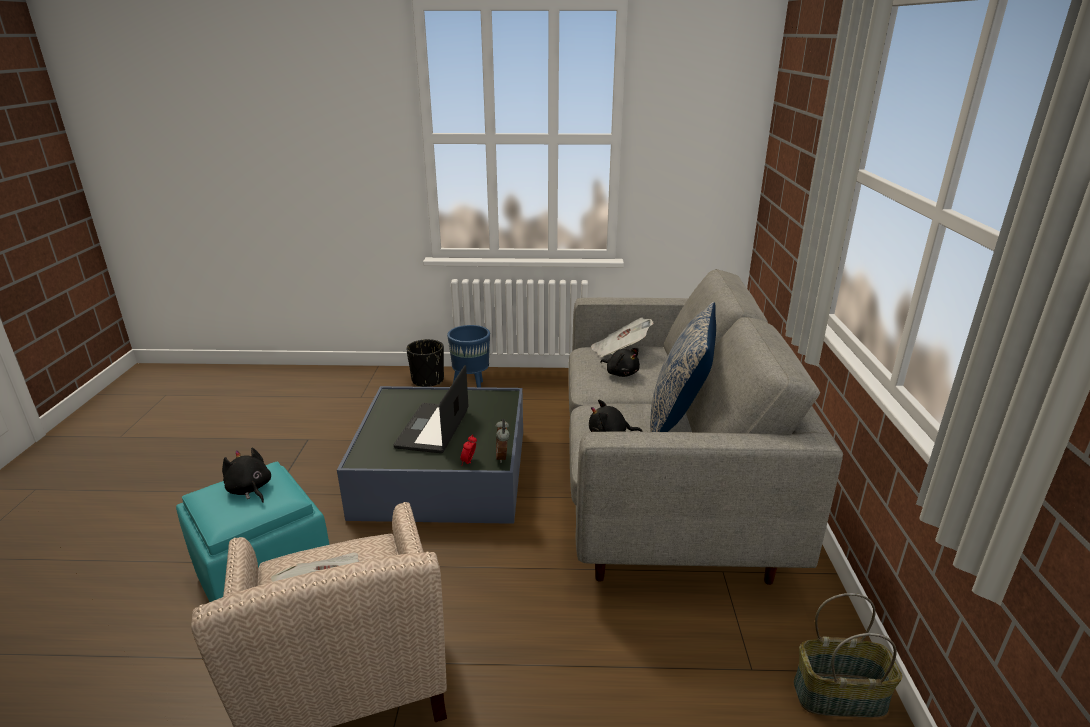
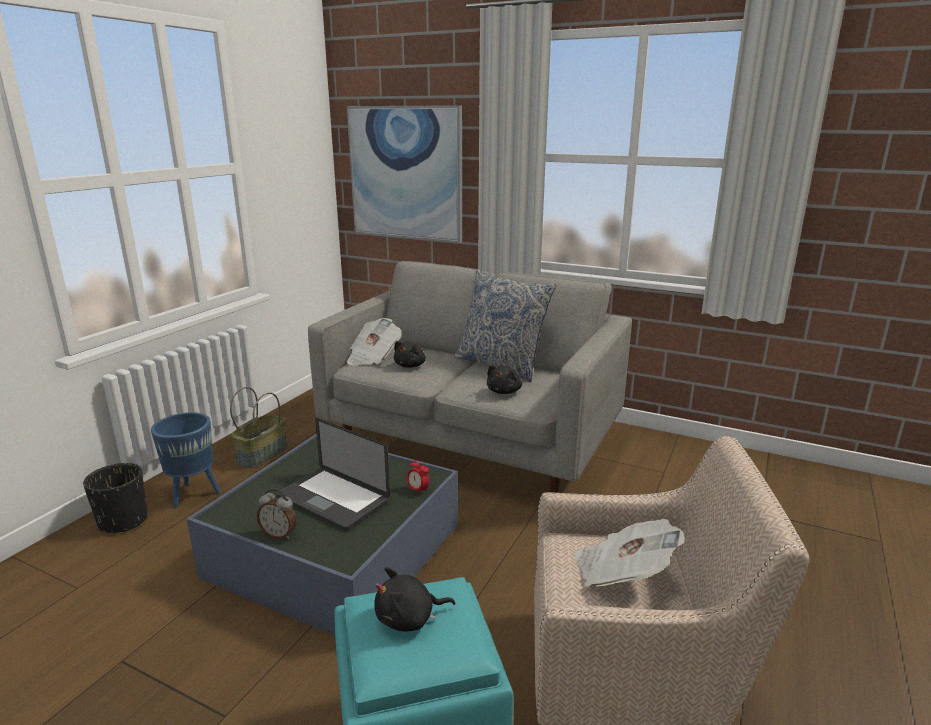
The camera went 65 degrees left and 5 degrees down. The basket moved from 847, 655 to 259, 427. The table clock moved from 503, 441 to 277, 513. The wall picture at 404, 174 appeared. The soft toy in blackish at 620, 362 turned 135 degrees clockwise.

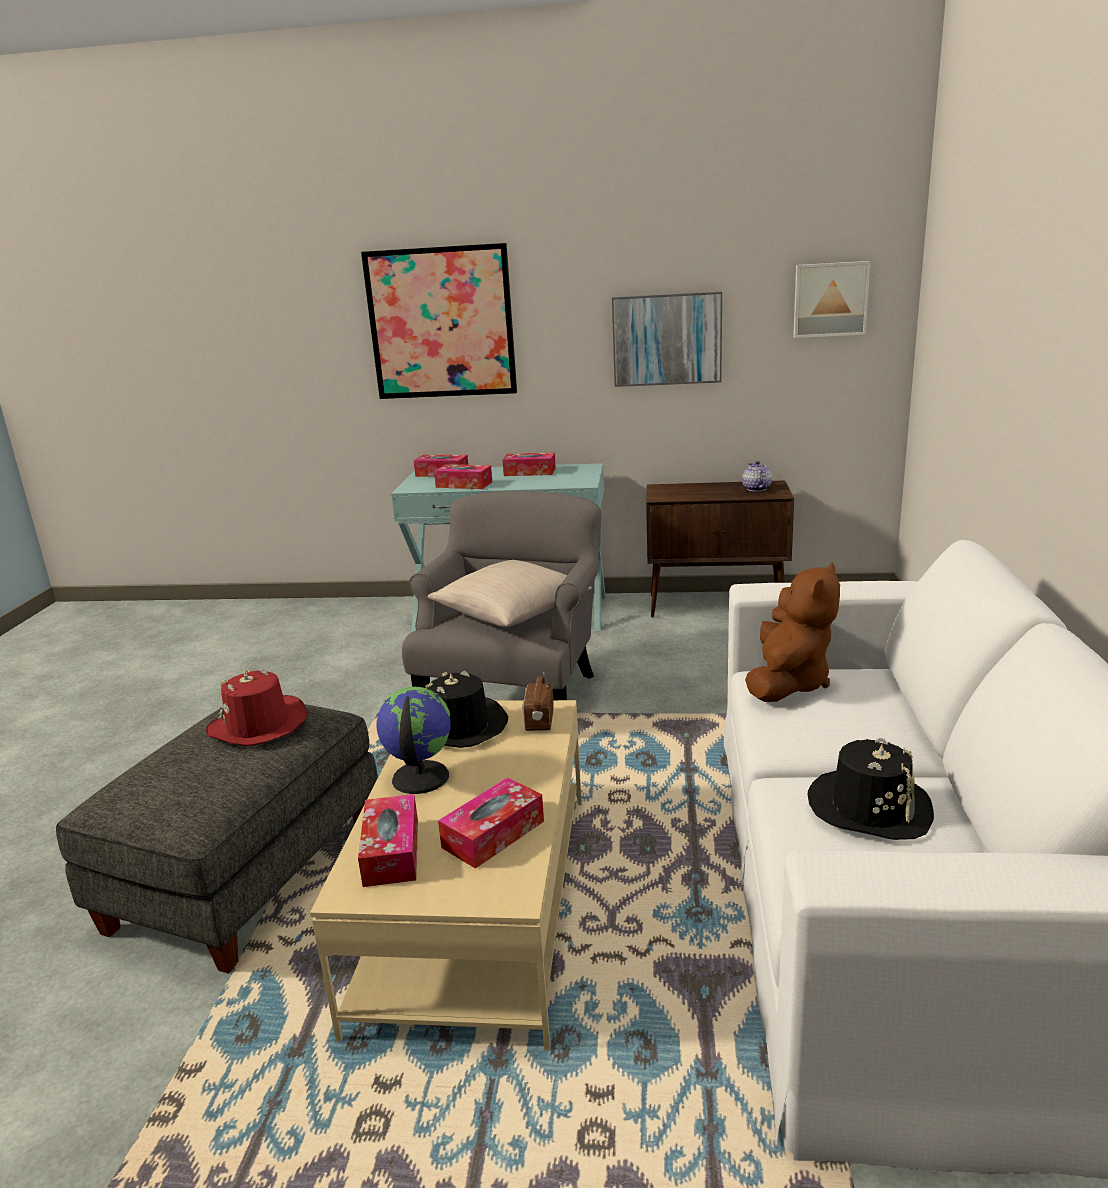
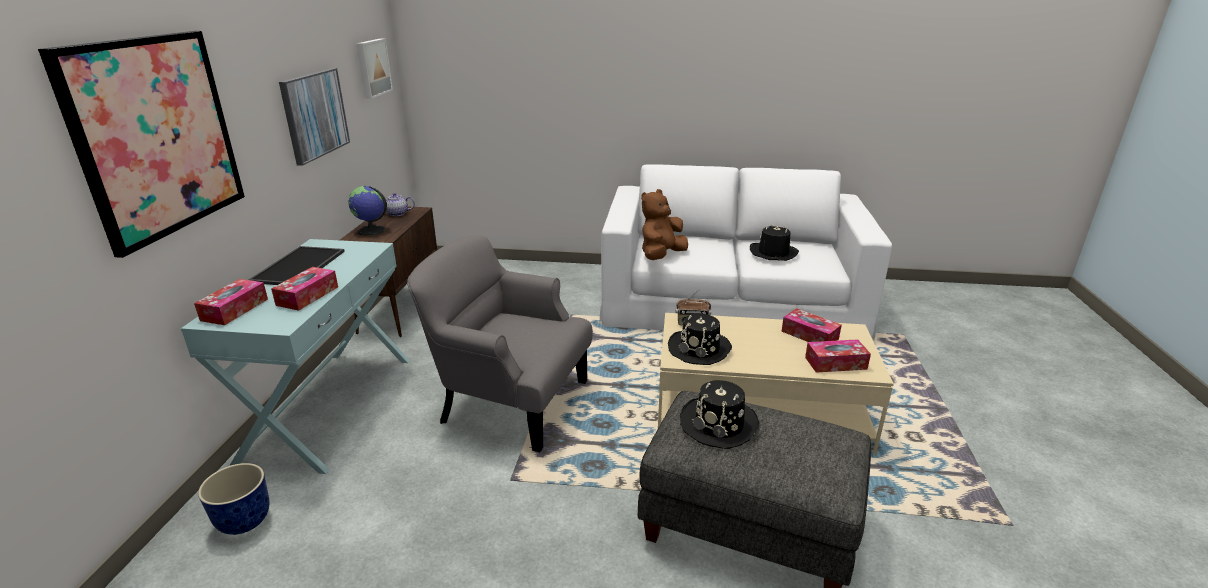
The camera went 90 degrees left and 5 degrees up. The planter at 233, 499 appeared. The tissue holder at 529, 464 was replaced by the tray at 297, 265. The world globe moved from 414, 740 to 367, 211. The soft toy in brown at 792, 632 turned 75 degrees counterclockwise. The hat in reddish at 256, 707 became the hat in blackish at 720, 414. The cushion in beige-coloured at 510, 593 disappeared.

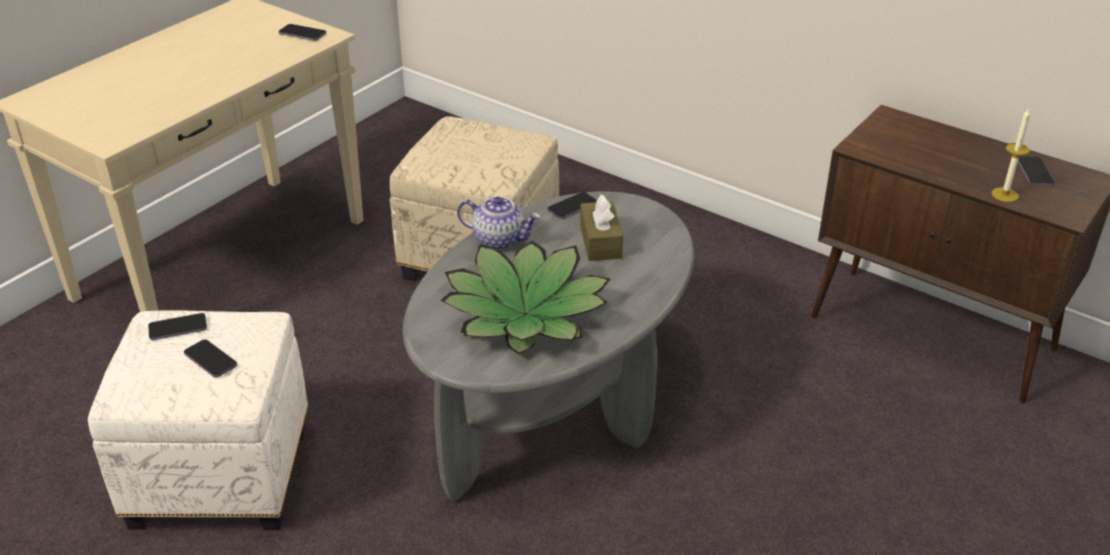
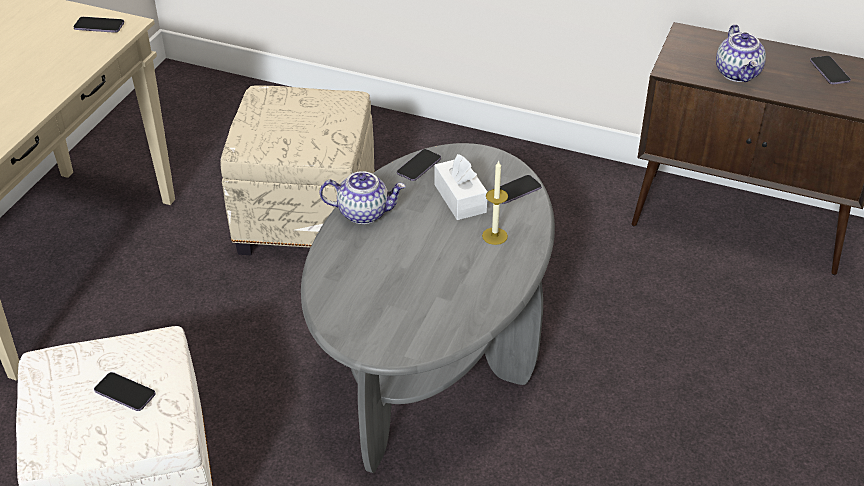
The camera went 15 degrees left and 5 degrees up. The tissue holder in brown at 601, 227 became the tissue holder in white at 461, 187. The wax light moved from 1011, 155 to 495, 203. The handset moved from 177, 326 to 520, 189. The teapot at 741, 53 appeared. The houseplant at 525, 297 disappeared.

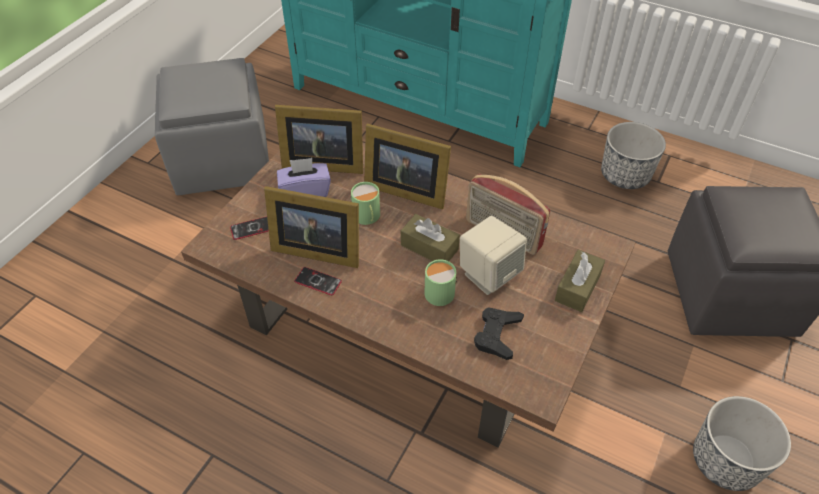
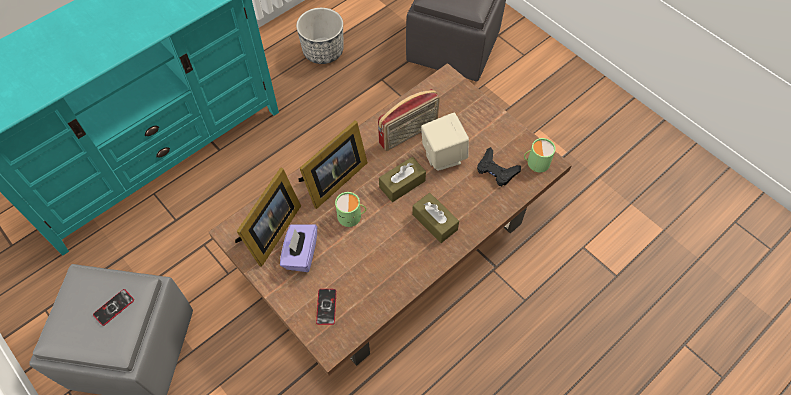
The camera went 70 degrees left and 10 degrees up. The handset moved from 318, 281 to 113, 307. The tissue holder in brown moved from 580, 281 to 435, 218. The mug in green-coloured moved from 440, 282 to 540, 155. The photo frame at 311, 227 disappeared. The planter at 742, 443 disappeared.

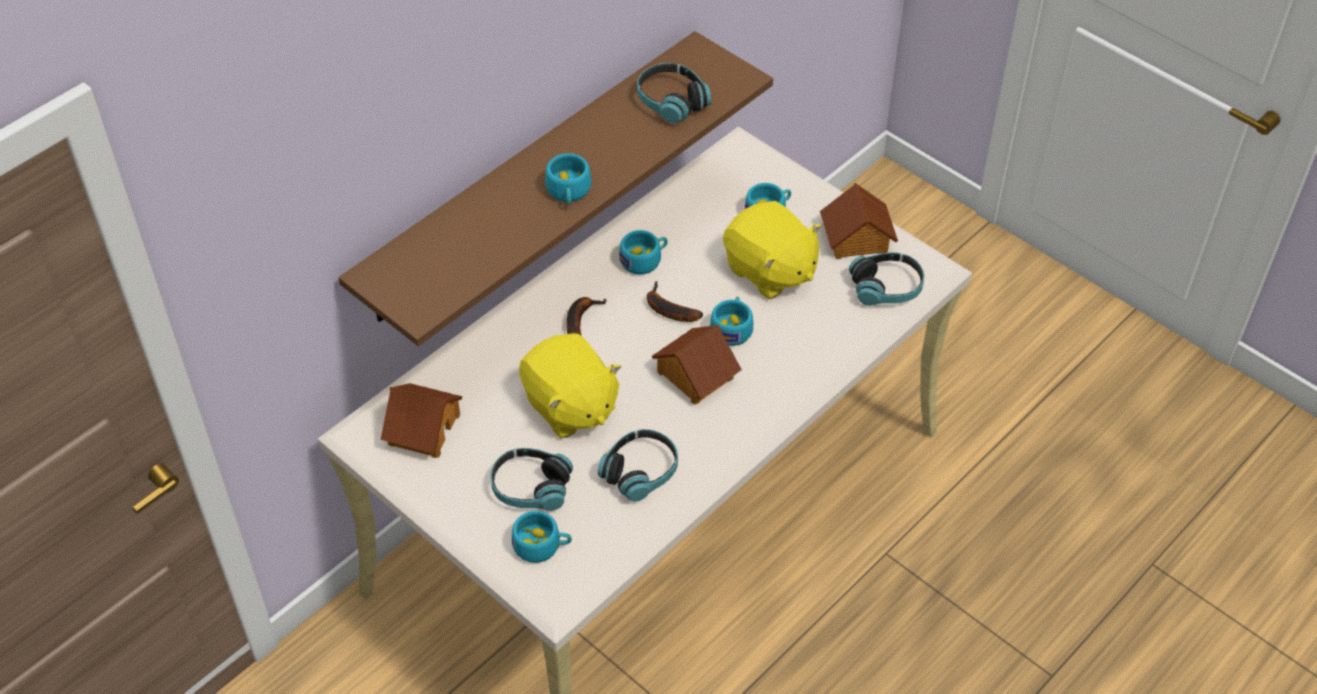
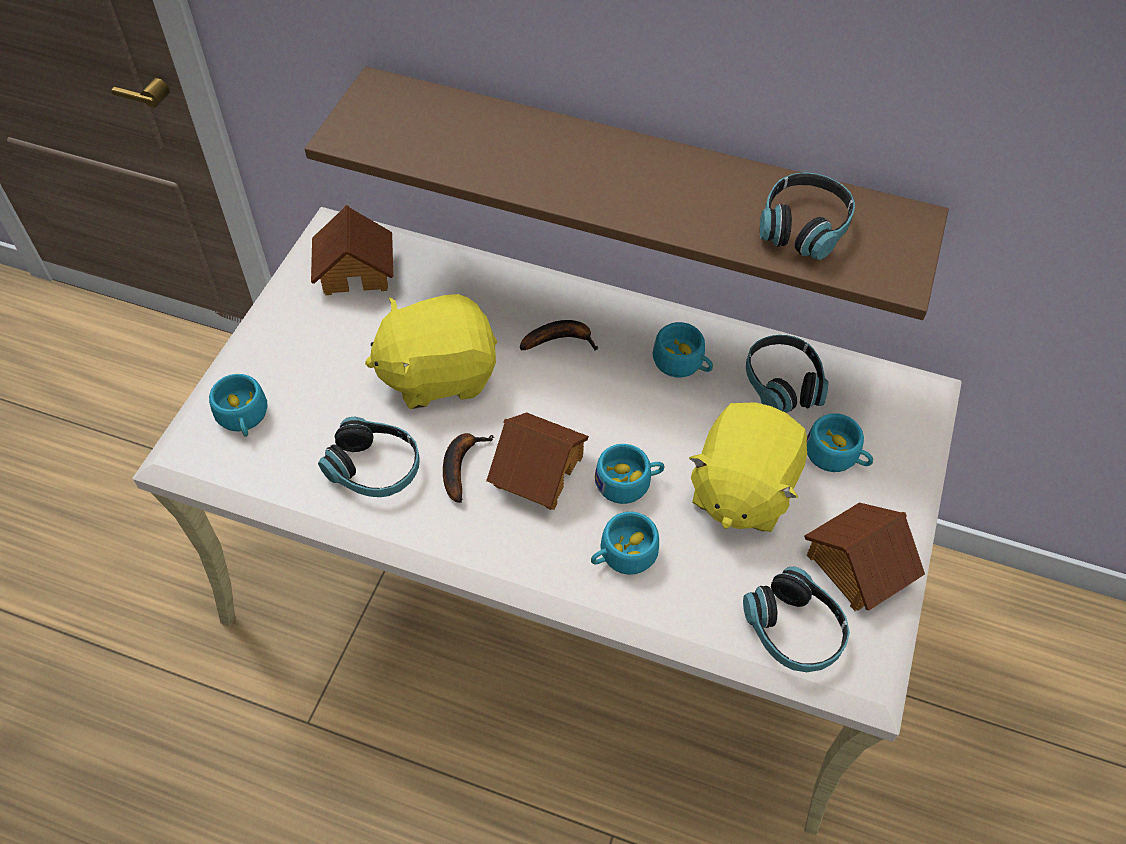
The camera went 65 degrees right and 5 degrees up. The soft toy in yellowish at 570, 385 turned 45 degrees clockwise. The whole banana moved from 675, 301 to 469, 468. The drinking cup in turquoise-coloured moved from 568, 179 to 625, 543. The headset moved from 531, 479 to 787, 374.

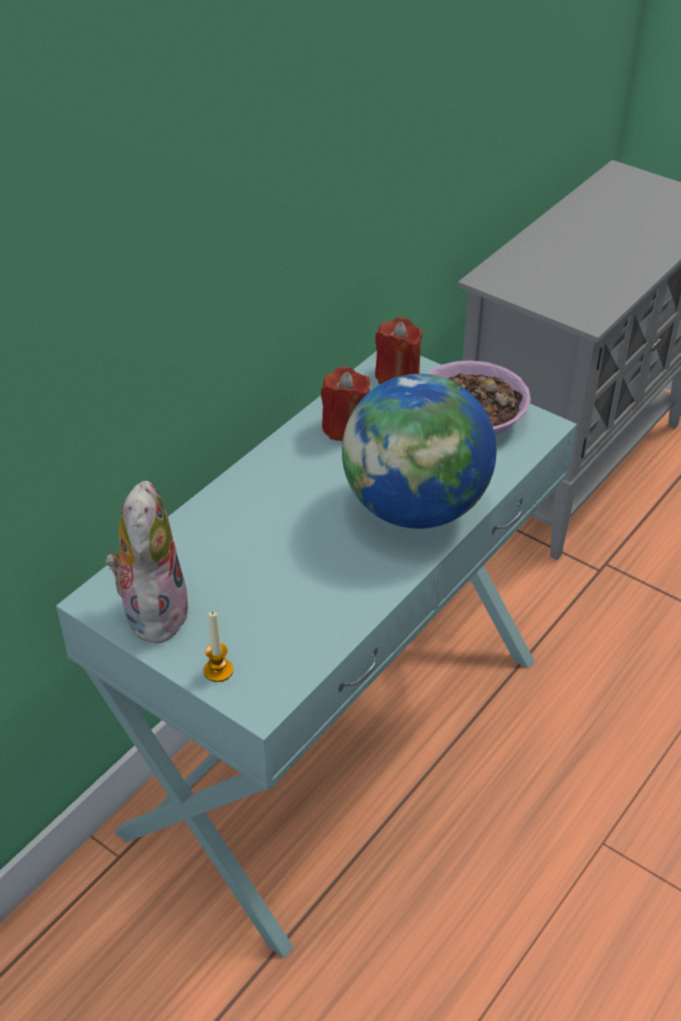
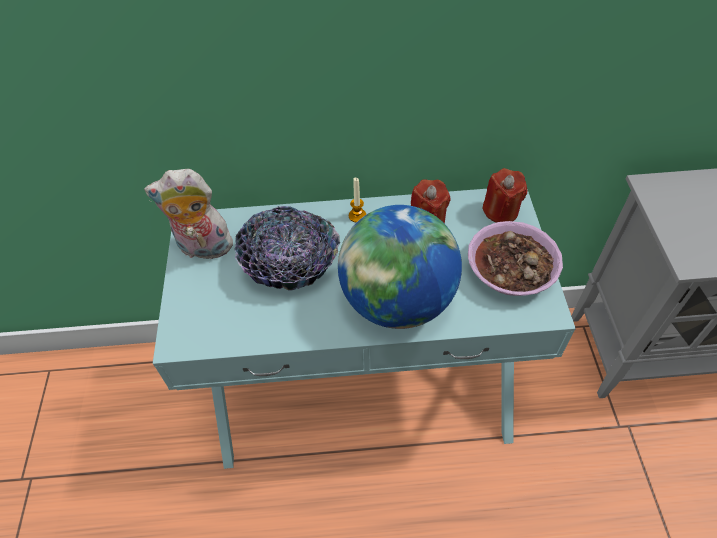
The camera went 50 degrees right and 10 degrees up. The soft toy at 147, 562 turned 135 degrees counterclockwise. The serving bowl at 287, 248 appeared. The wax light moved from 218, 646 to 357, 200.

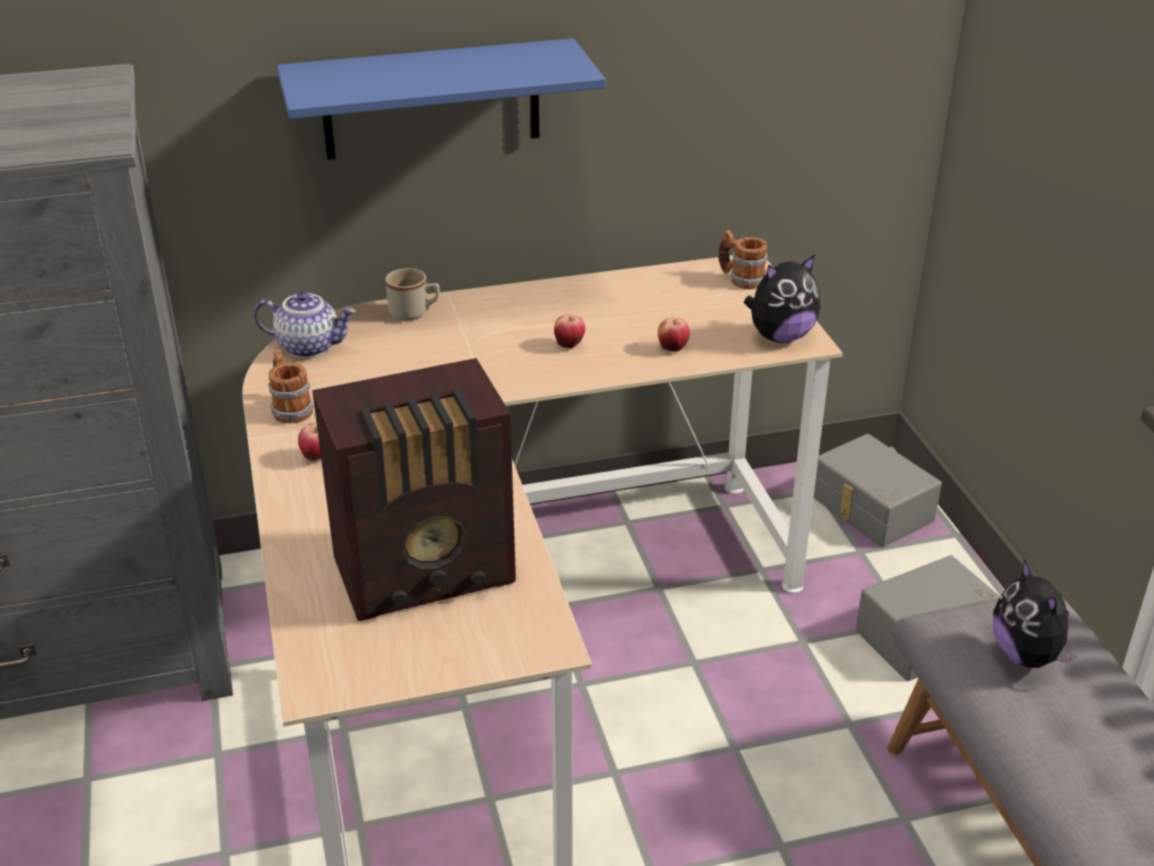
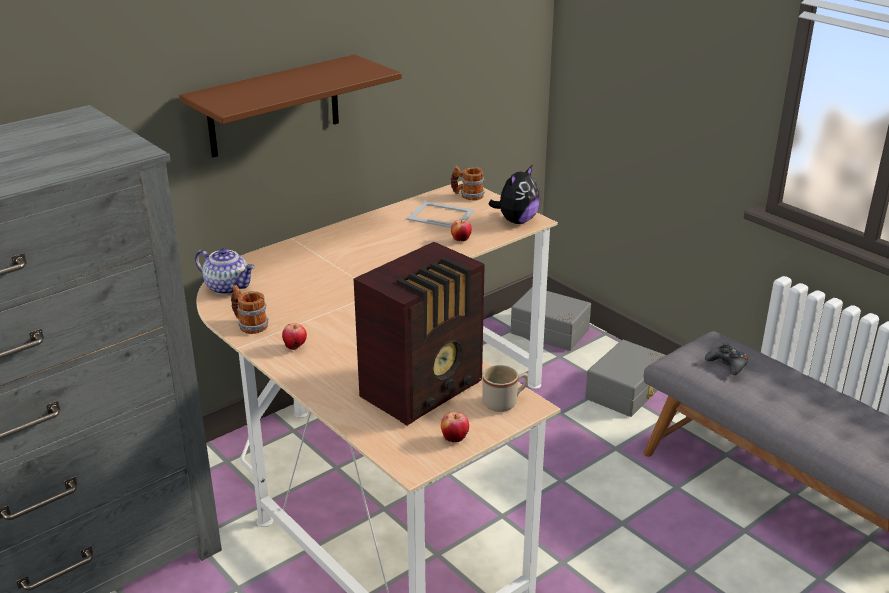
The camera went 25 degrees left and 5 degrees down. The shelf in bluish at 441, 99 became the shelf in brown at 290, 106. The teapot at 305, 325 turned 45 degrees clockwise. The photo frame at 440, 214 appeared. The apple moved from 569, 331 to 455, 427. The mug in beige-coloured moved from 412, 294 to 505, 388. The soft toy at 1035, 613 was replaced by the game controller in blackish at 726, 359.

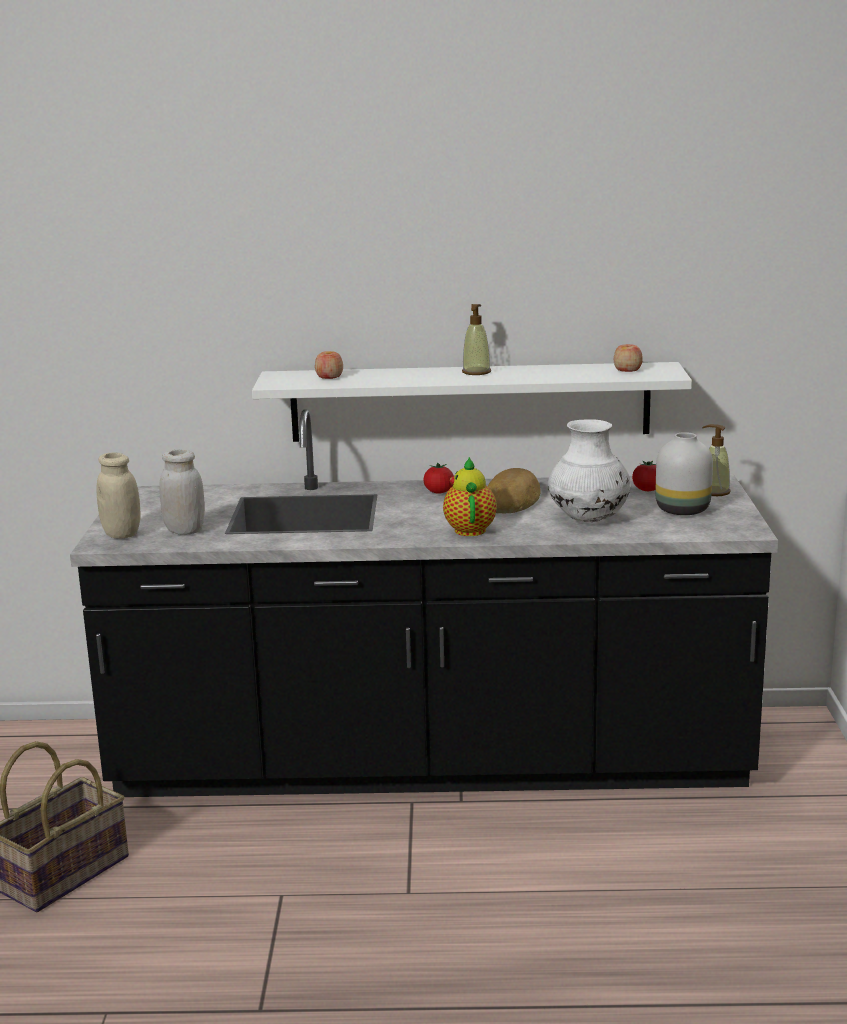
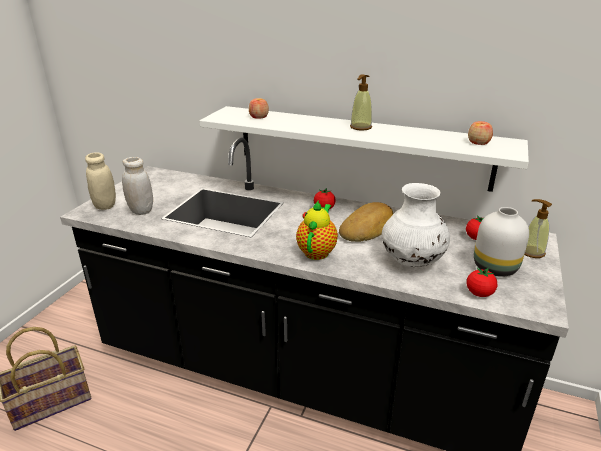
The camera went 20 degrees right and 10 degrees up. The fresh tomato at 482, 282 appeared.

